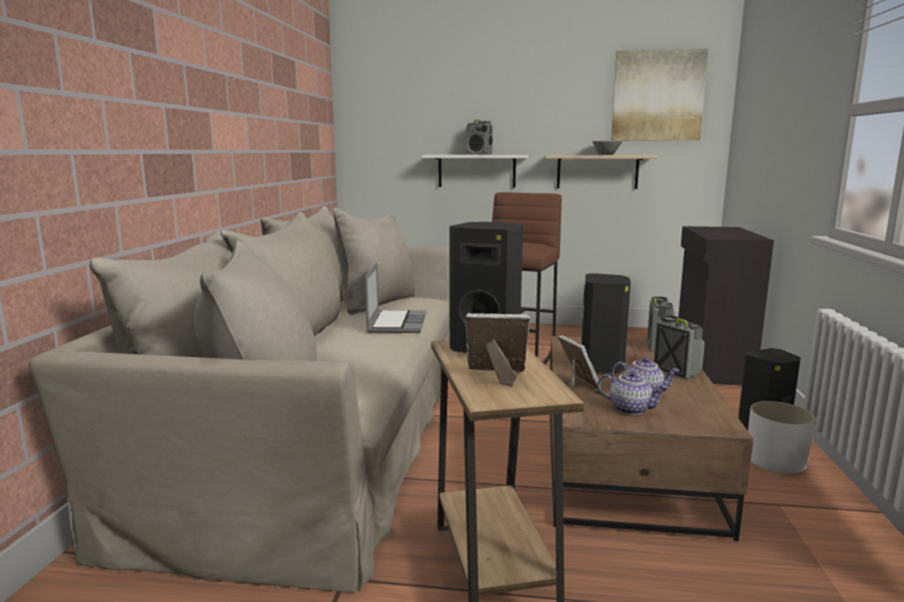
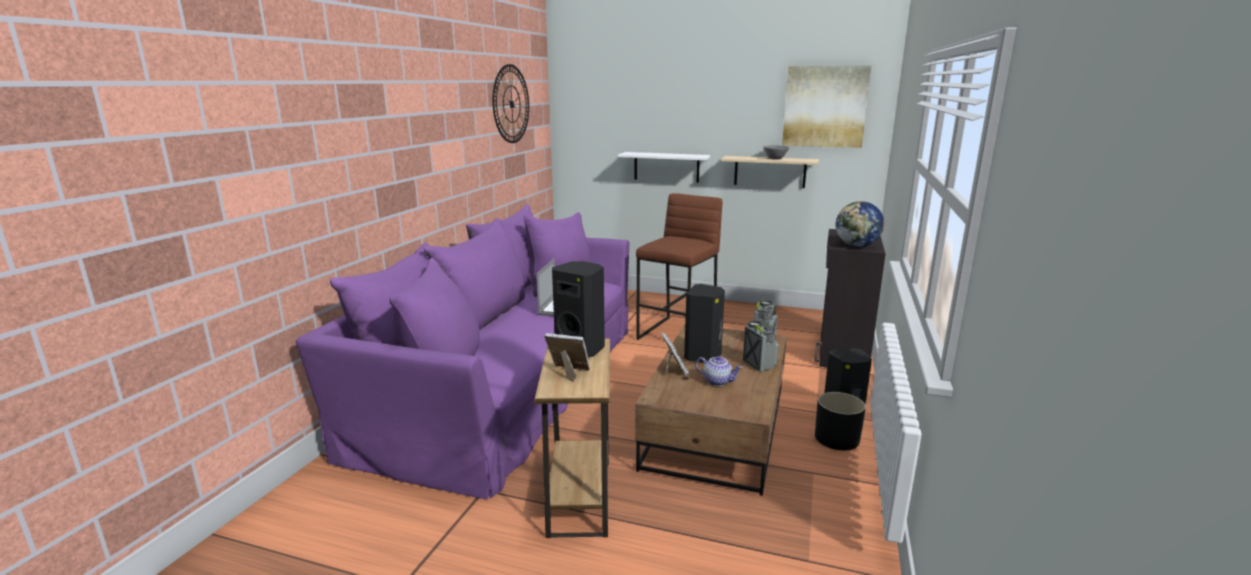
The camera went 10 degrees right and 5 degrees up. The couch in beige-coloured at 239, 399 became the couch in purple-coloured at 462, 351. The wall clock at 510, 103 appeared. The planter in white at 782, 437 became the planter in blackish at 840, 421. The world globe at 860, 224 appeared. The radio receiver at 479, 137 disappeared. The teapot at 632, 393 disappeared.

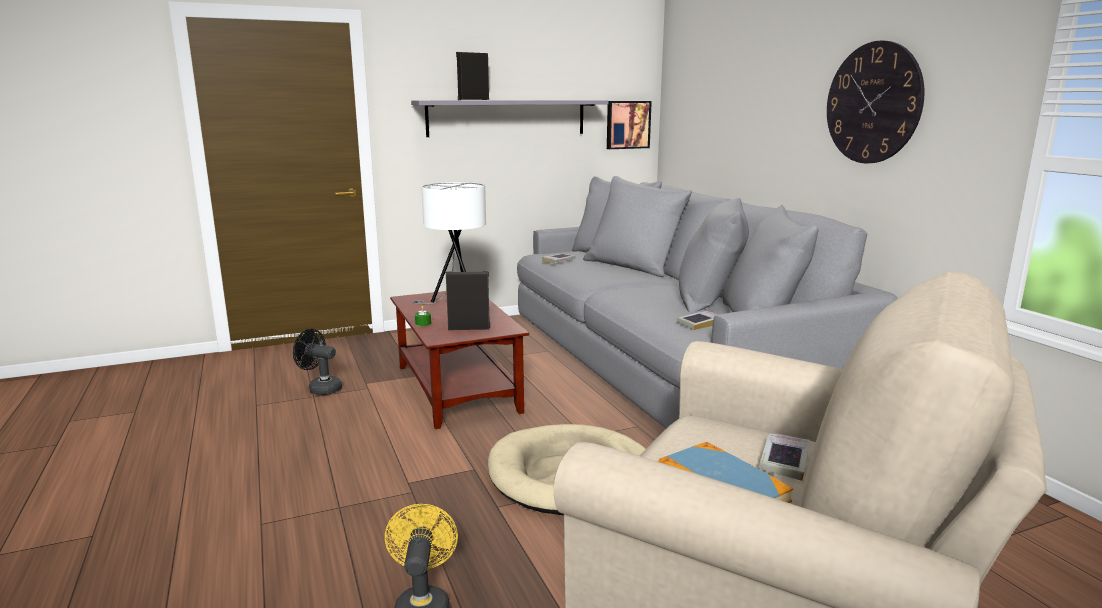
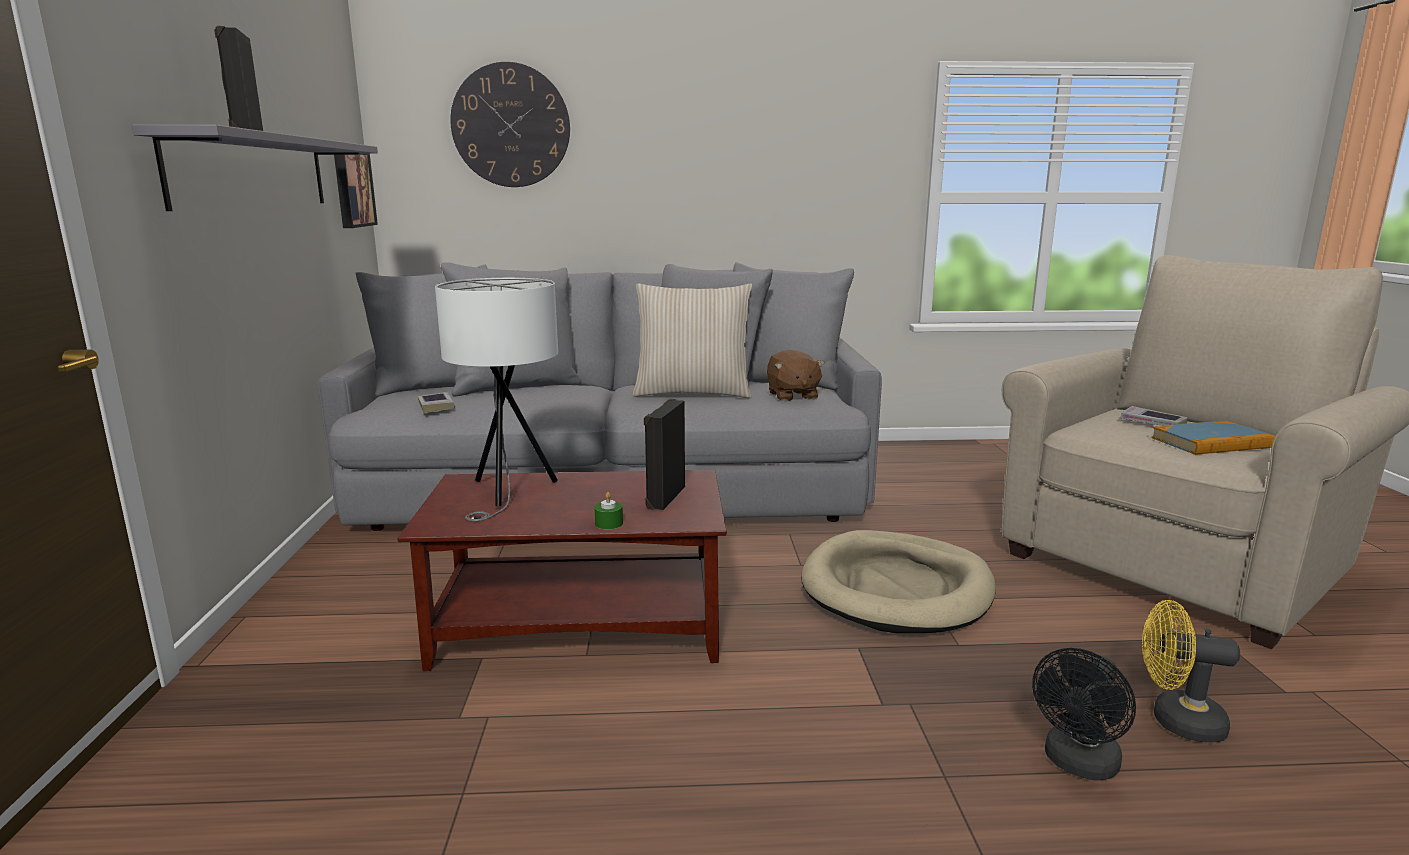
The camera went 70 degrees left and 0 degrees up. The wall clock moved from 875, 102 to 510, 124. The cushion in beige-coloured at 692, 341 appeared. The bound book at 697, 320 was replaced by the soft toy in brown at 796, 375. The cooling fan in blackish moved from 317, 362 to 1084, 714.

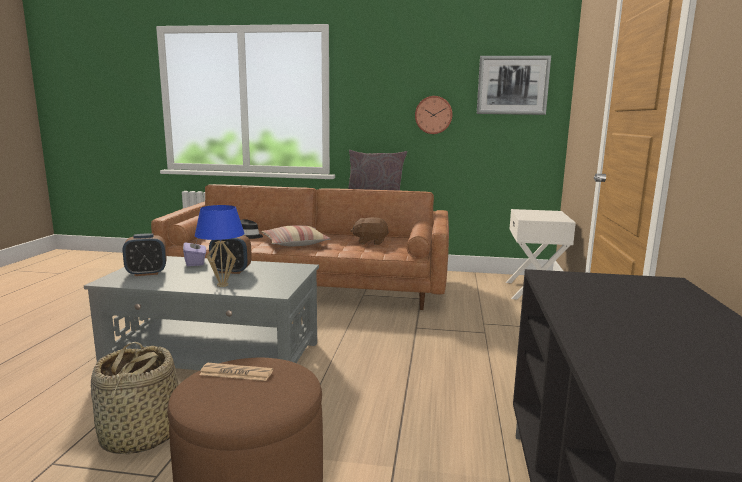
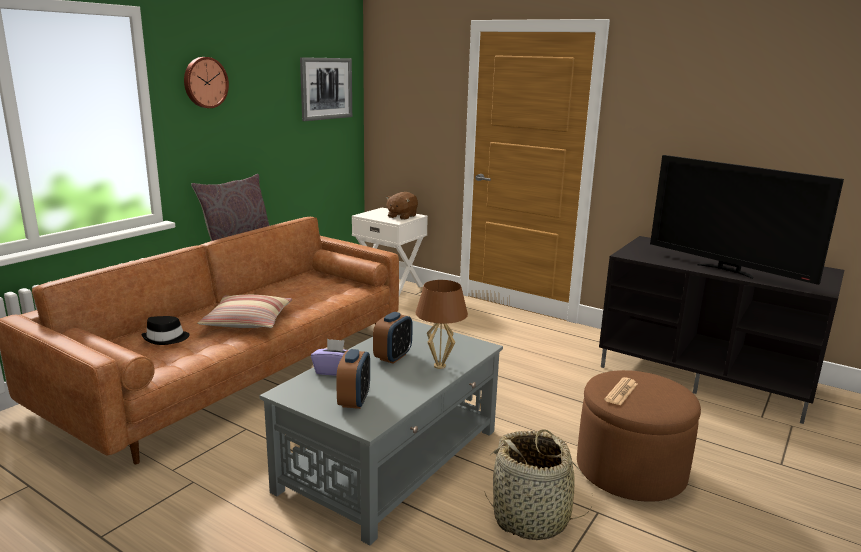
The camera went 65 degrees left and 5 degrees up. The wall clock moved from 433, 115 to 206, 82. The soft toy in brown moved from 370, 231 to 402, 206. The lamp for a table in bluish at 219, 246 became the lamp for a table in brown at 442, 324. The TV set at 747, 220 appeared.

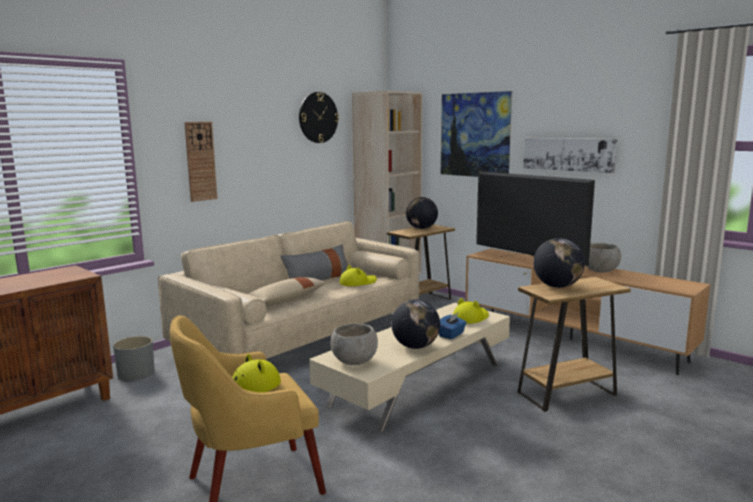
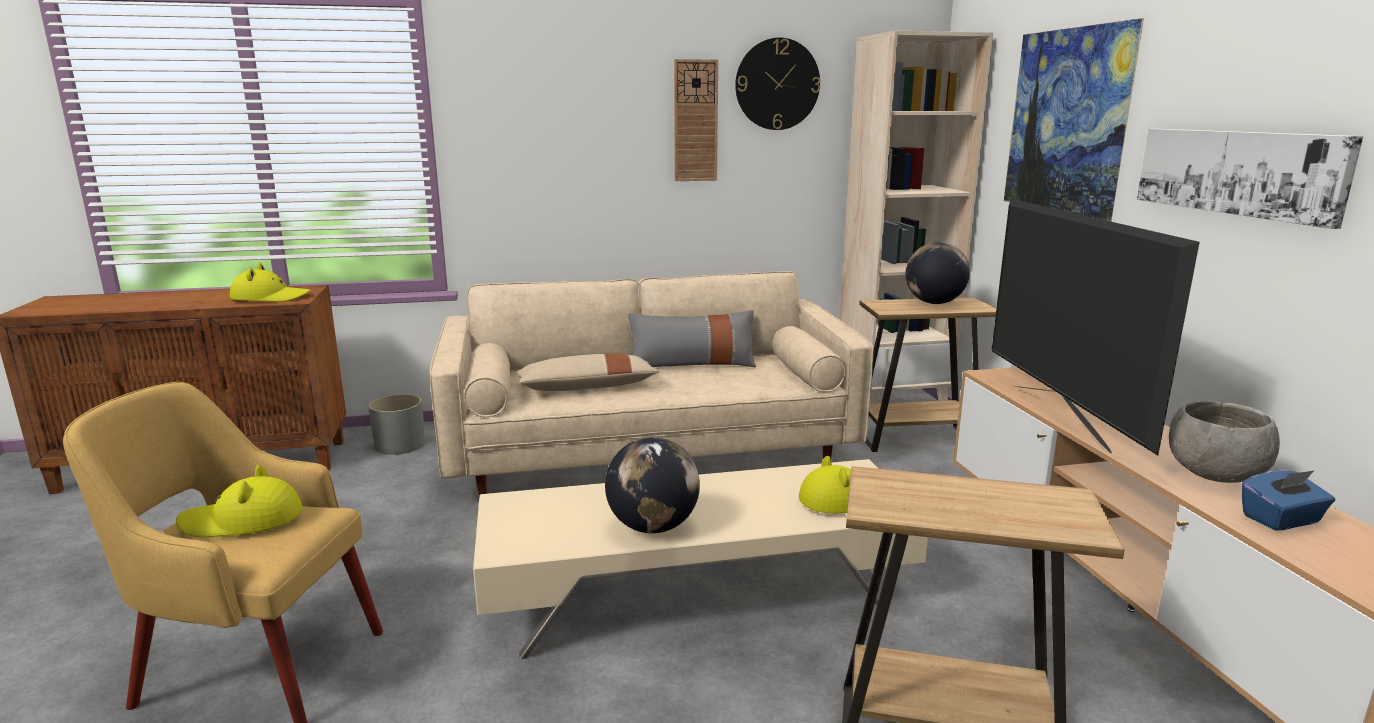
The camera went 35 degrees right and 5 degrees up. The hat in yellowish moved from 358, 275 to 270, 282. The wall clock moved from 200, 162 to 696, 120. The tissue holder in bluish moved from 453, 326 to 1288, 500. The serving bowl in grey at 354, 344 disappeared. The world globe at 559, 263 disappeared.

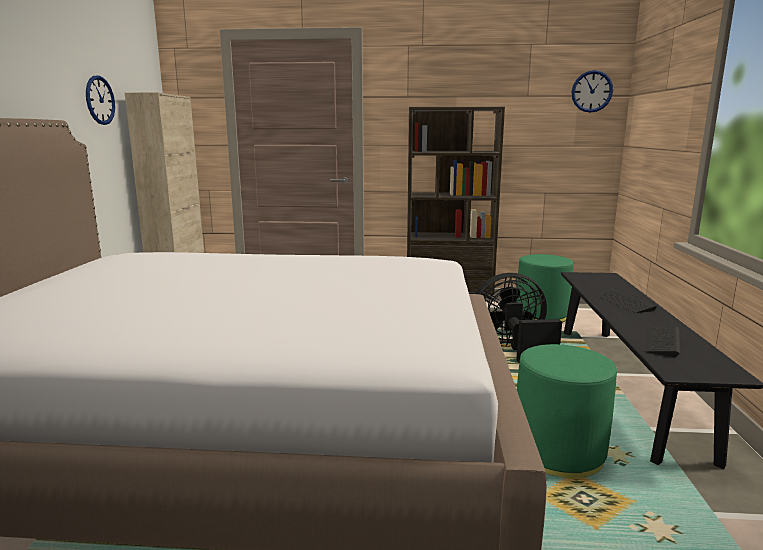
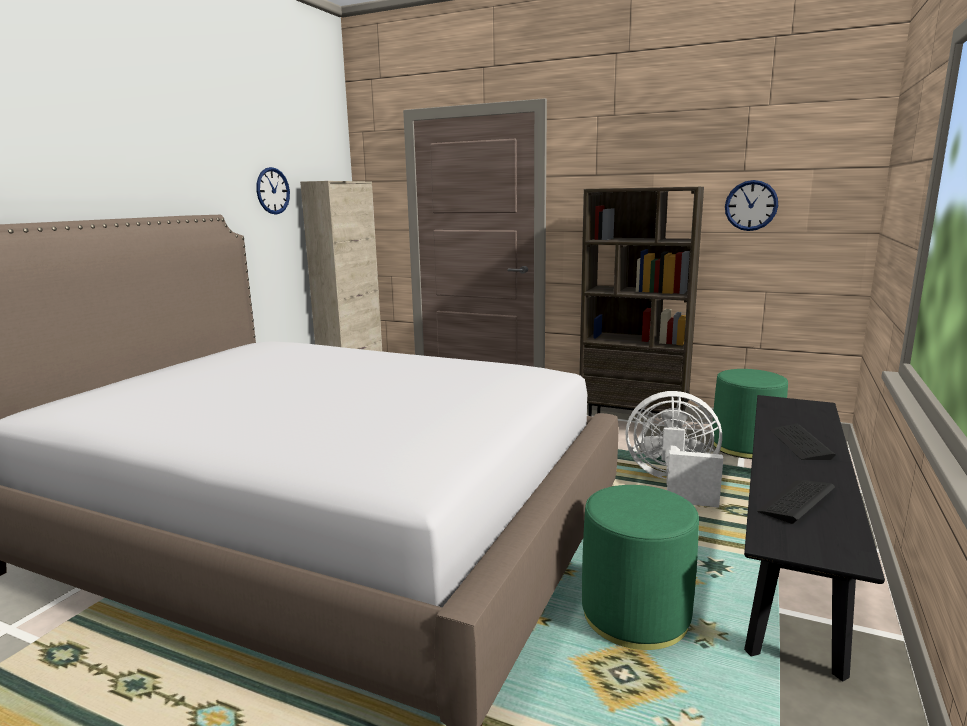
The camera went 20 degrees right and 0 degrees up. The cooling fan in blackish at 518, 318 became the cooling fan in white at 674, 449. The wall clock moved from 592, 91 to 751, 205.

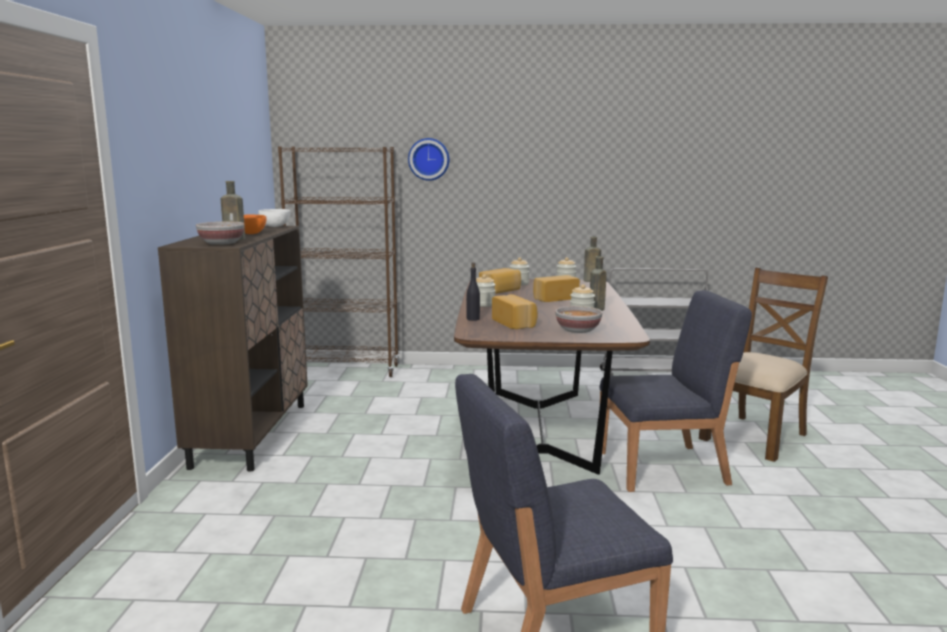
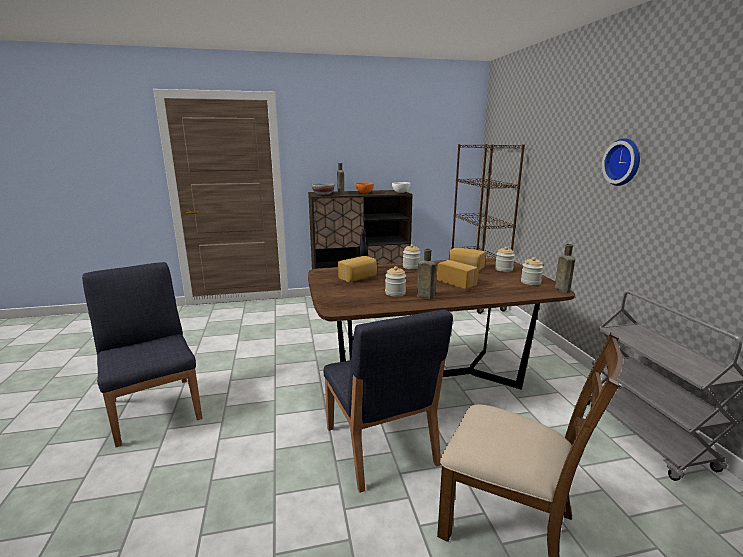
The camera went 75 degrees right and 5 degrees up. The wall clock moved from 428, 159 to 621, 162. The serving bowl at 578, 319 disappeared.

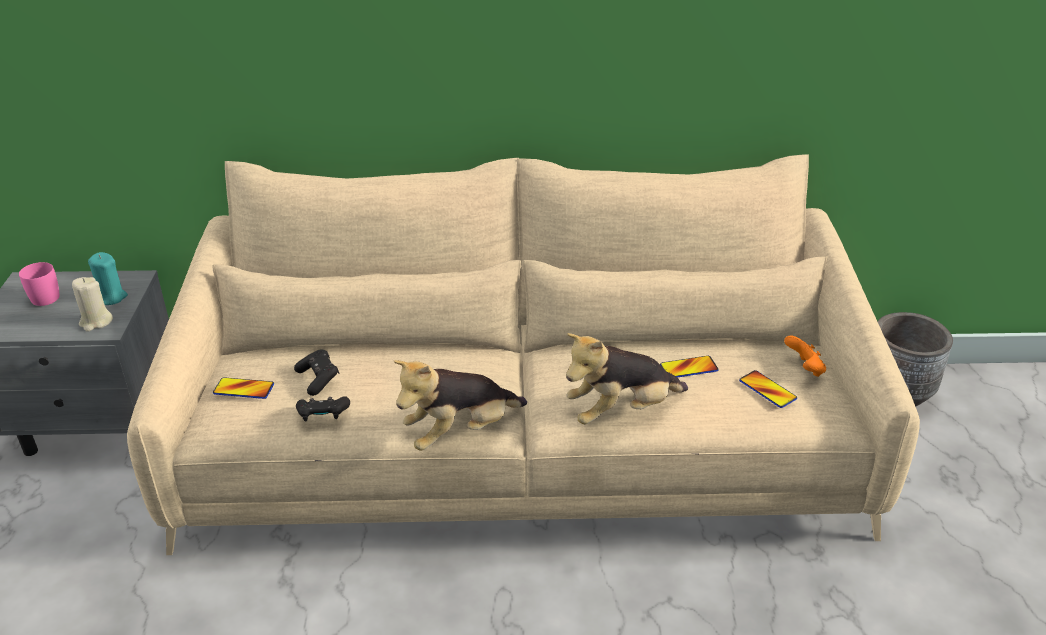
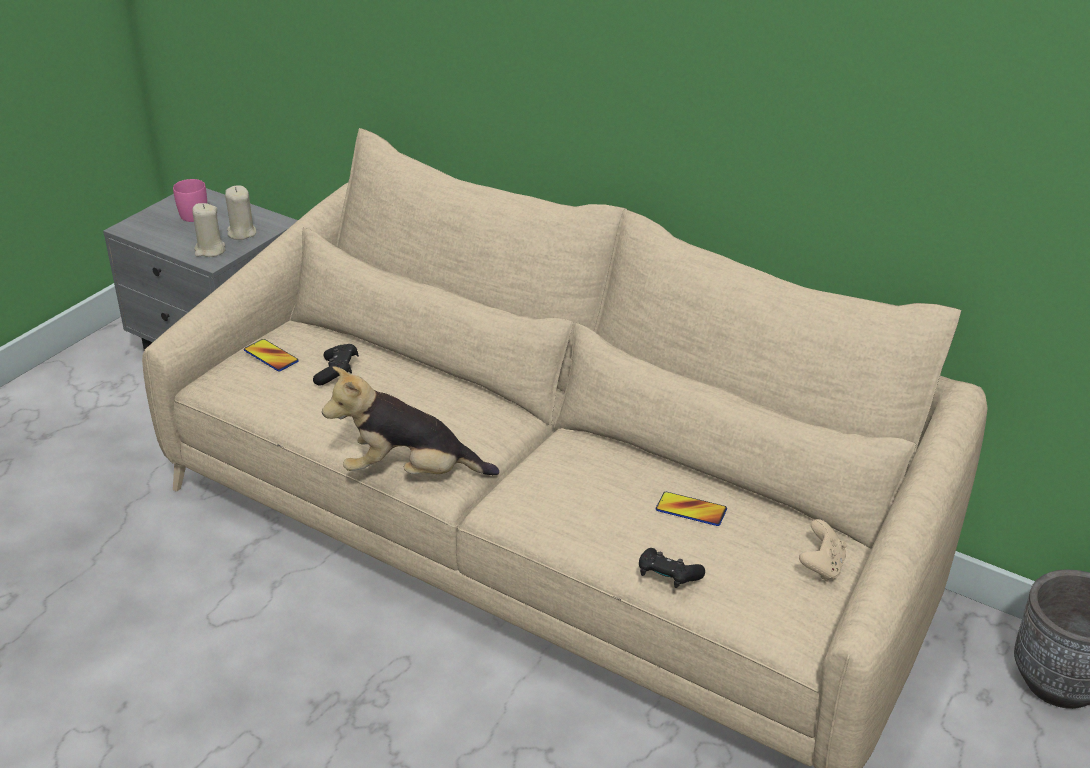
The camera went 35 degrees right and 0 degrees up. The wax light in turquoise-coloured at 108, 278 became the wax light in beige-coloured at 240, 212. The game controller in blackish moved from 323, 409 to 672, 568. The game controller in orange-coloured at 805, 356 became the game controller in beige-coloured at 822, 550. The soft toy at 627, 378 disappeared. The handset at 768, 389 disappeared.

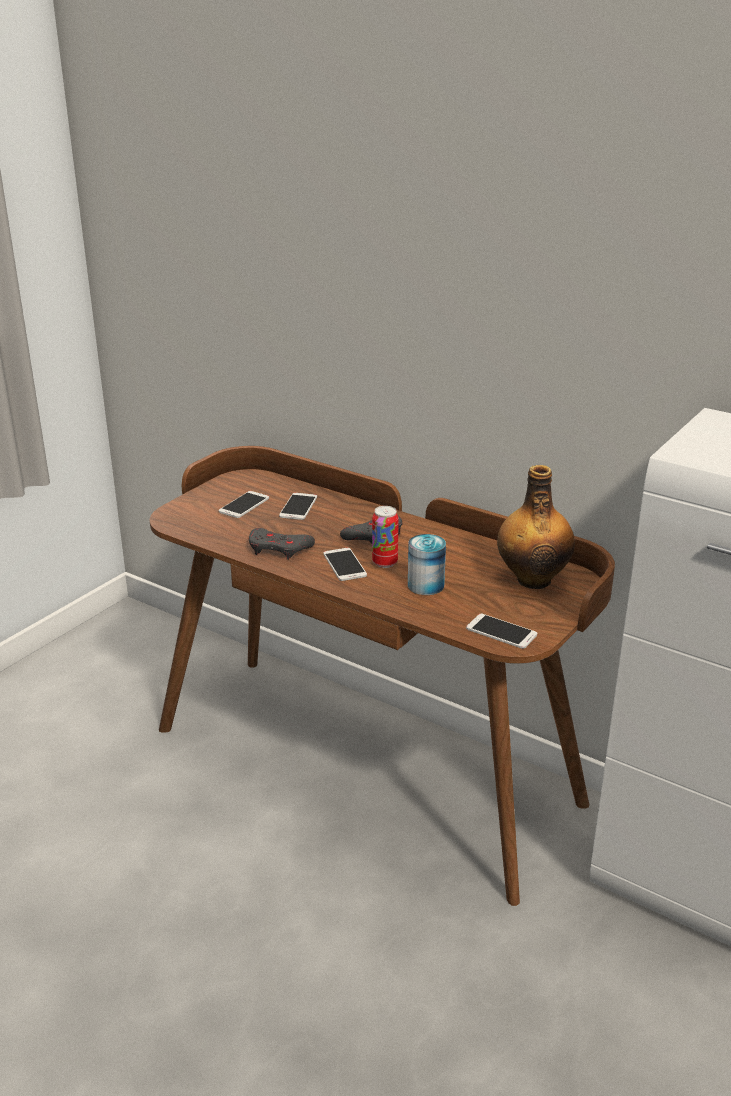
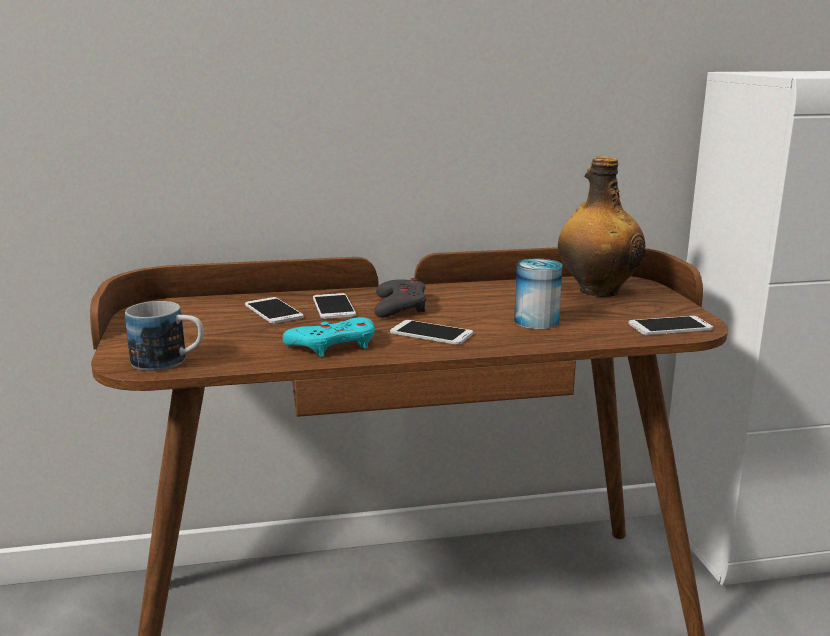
The camera went 45 degrees left and 10 degrees down. The mug at 164, 336 appeared. The game controller in grey at 282, 544 became the game controller in turquoise-coloured at 329, 337. The handset moved from 244, 504 to 334, 306. The can at 385, 537 disappeared.

